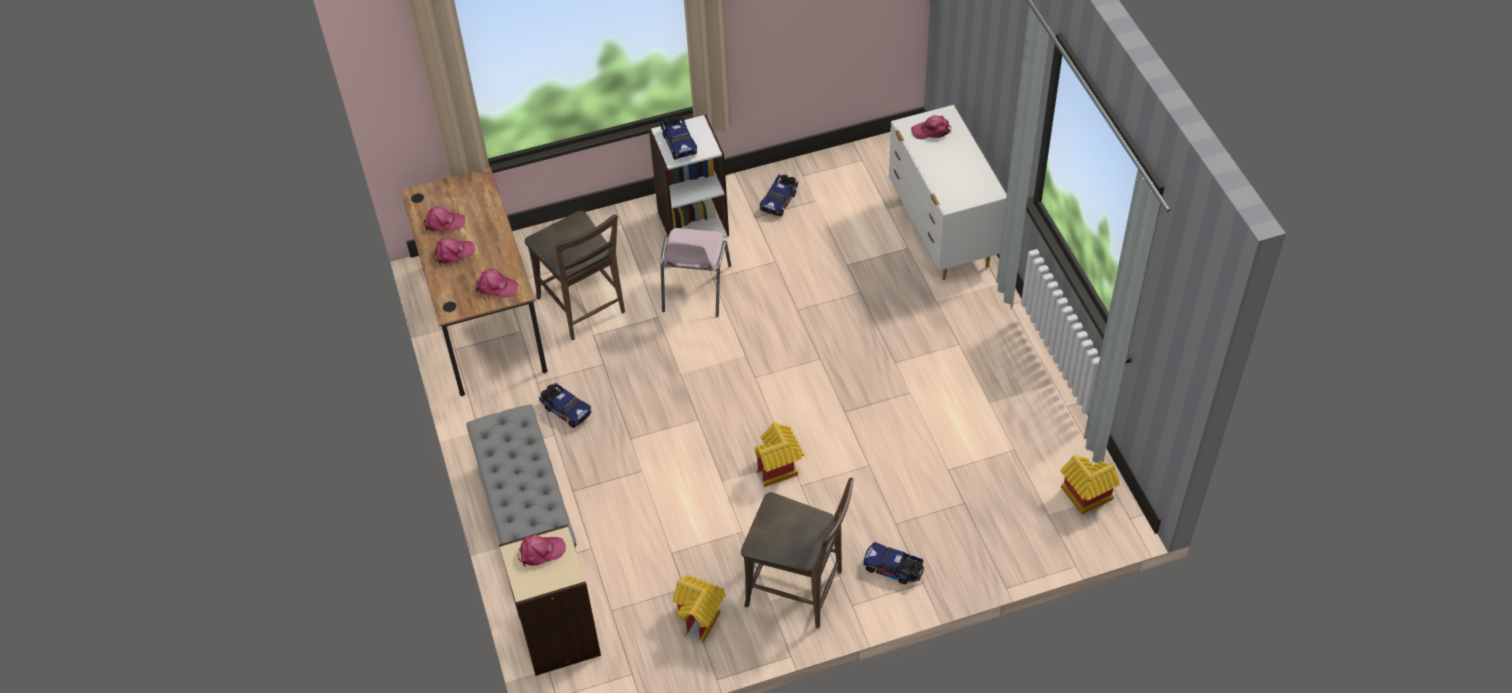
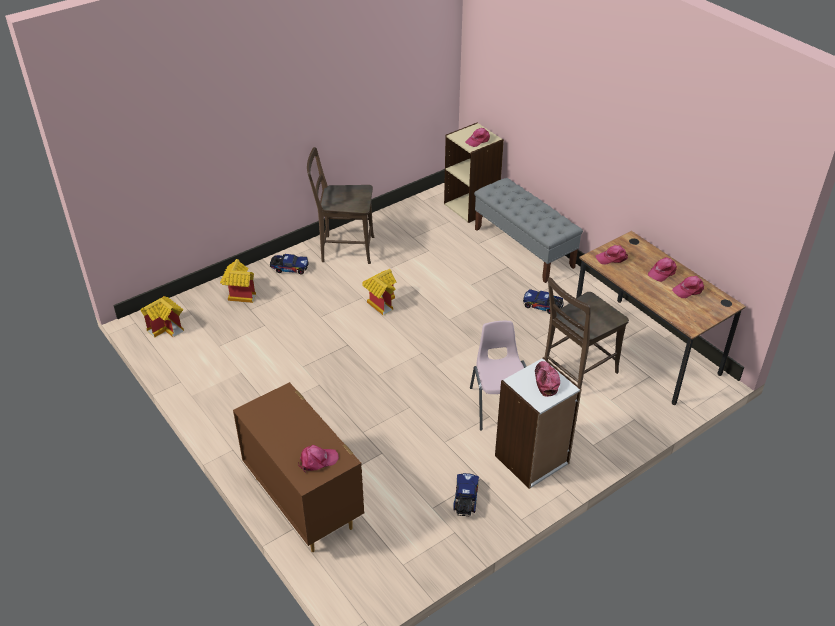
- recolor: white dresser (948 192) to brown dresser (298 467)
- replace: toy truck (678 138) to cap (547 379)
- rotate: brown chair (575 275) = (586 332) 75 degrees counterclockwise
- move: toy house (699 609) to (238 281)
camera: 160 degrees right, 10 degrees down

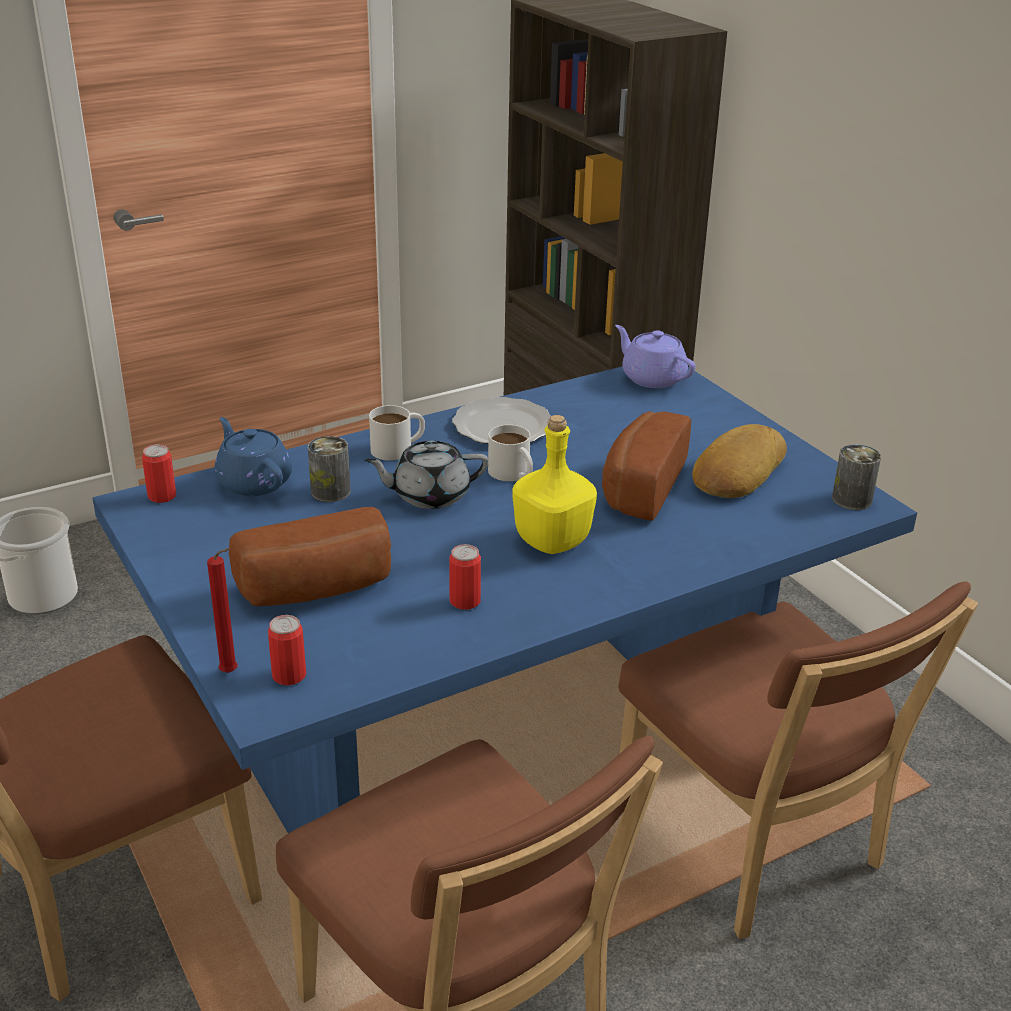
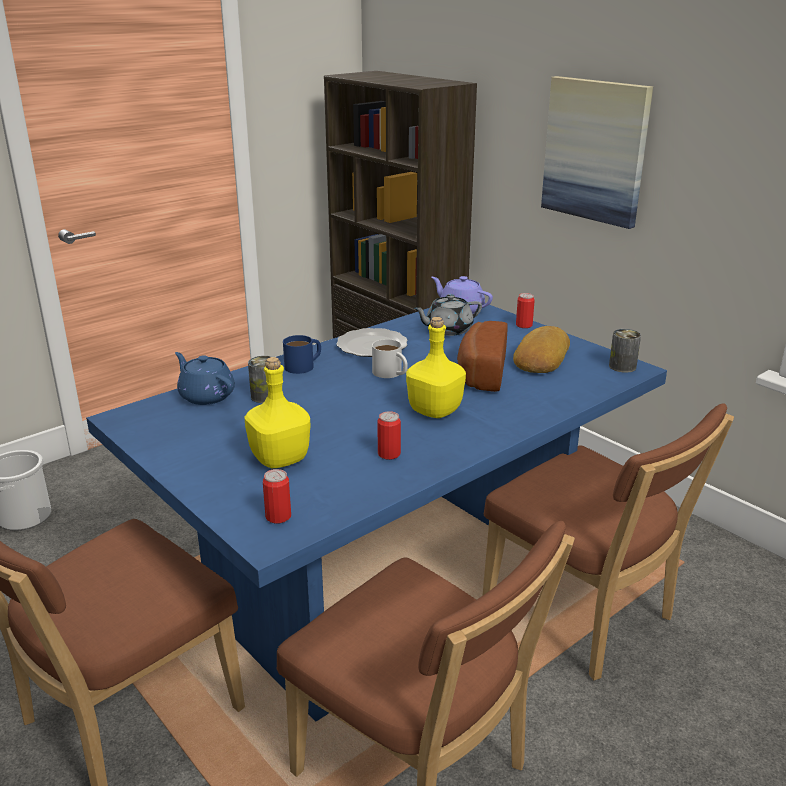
- recolor: white mug (397 433) to blue mug (302 354)
- move: grey teapot (427 475) to (447 315)
- move: can (159 473) to (525 310)
- replace: bread (310 556) to yellow bottle (277 412)
- delete: red candle (222 610)
- insert: picture (597 152)
camera: 10 degrees left, 5 degrees down

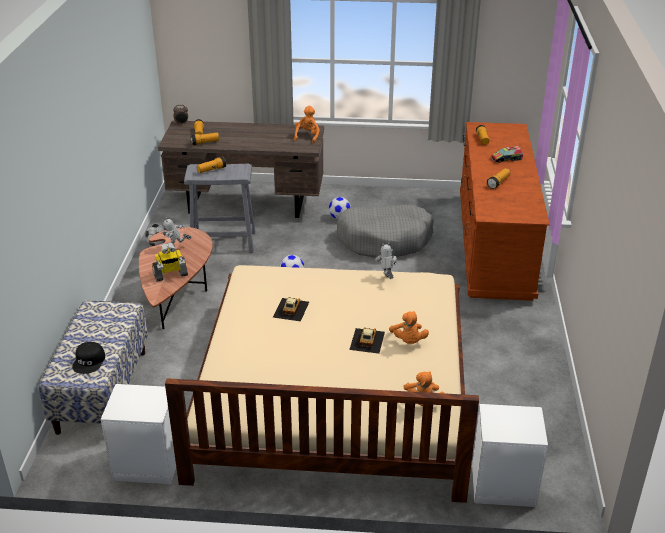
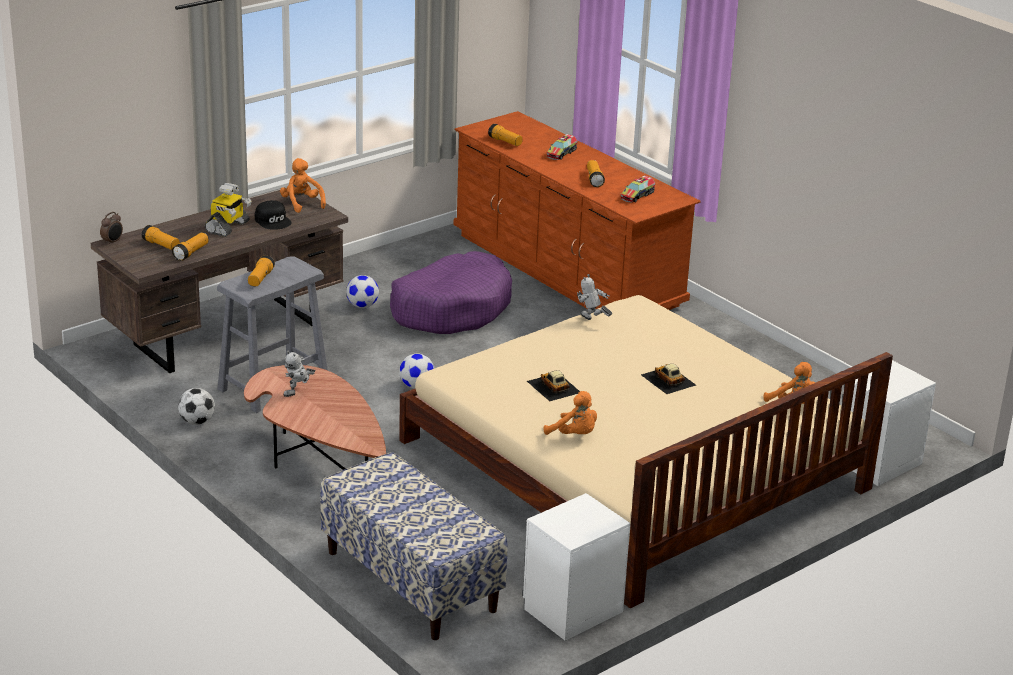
- recolor: grey dog bed (385 231) to purple dog bed (451 292)
- move: toy robot (170 262) to (228 210)
- move: orange plush toy (409 327) to (570 413)
- move: black cap (88 358) to (273 215)
- insert: toy truck (638 189)
camera: 45 degrees left, 5 degrees down

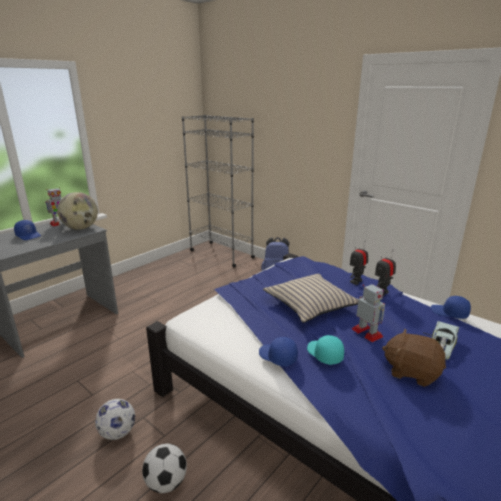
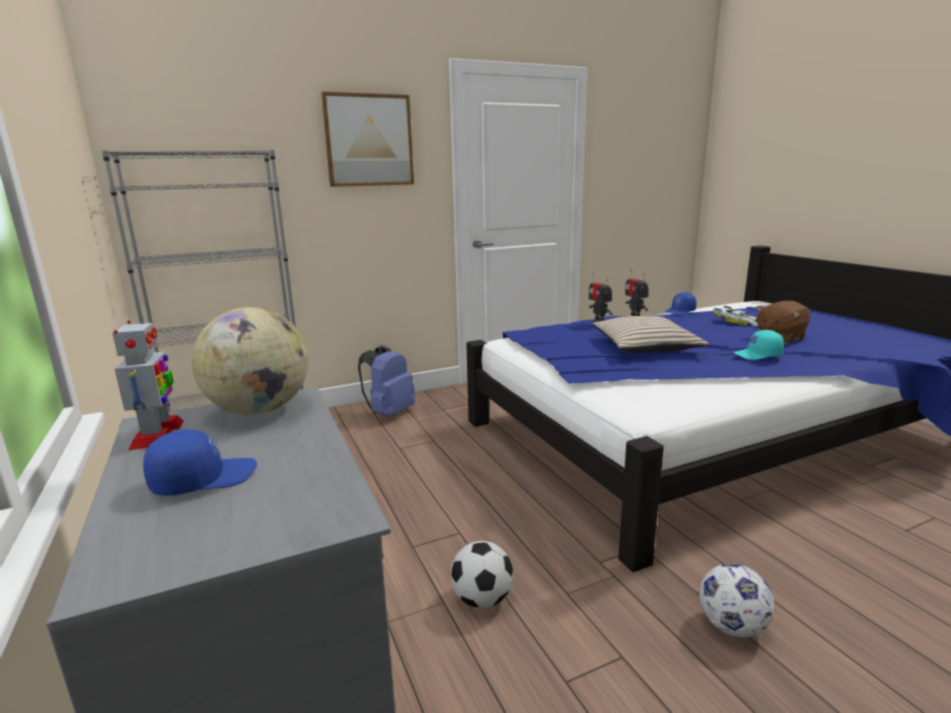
- delete: toy robot (368 313)
- delete: blue cap (278 351)
- move: football (164 468) to (482 574)
- insert: picture (367 139)
camera: 65 degrees left, 5 degrees down

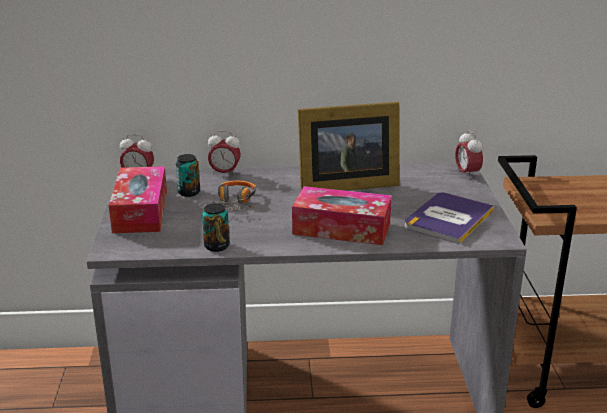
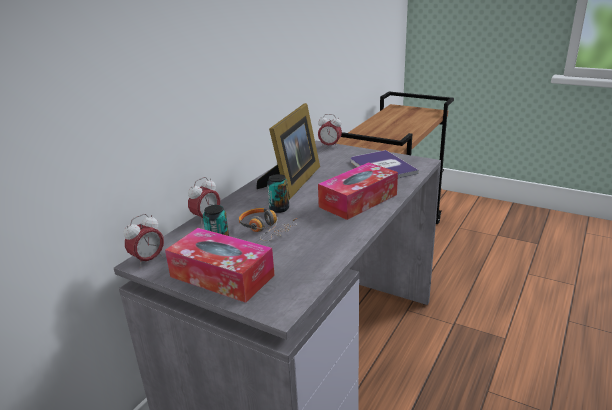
- move: can (215 227) to (278 193)
camera: 55 degrees left, 0 degrees up

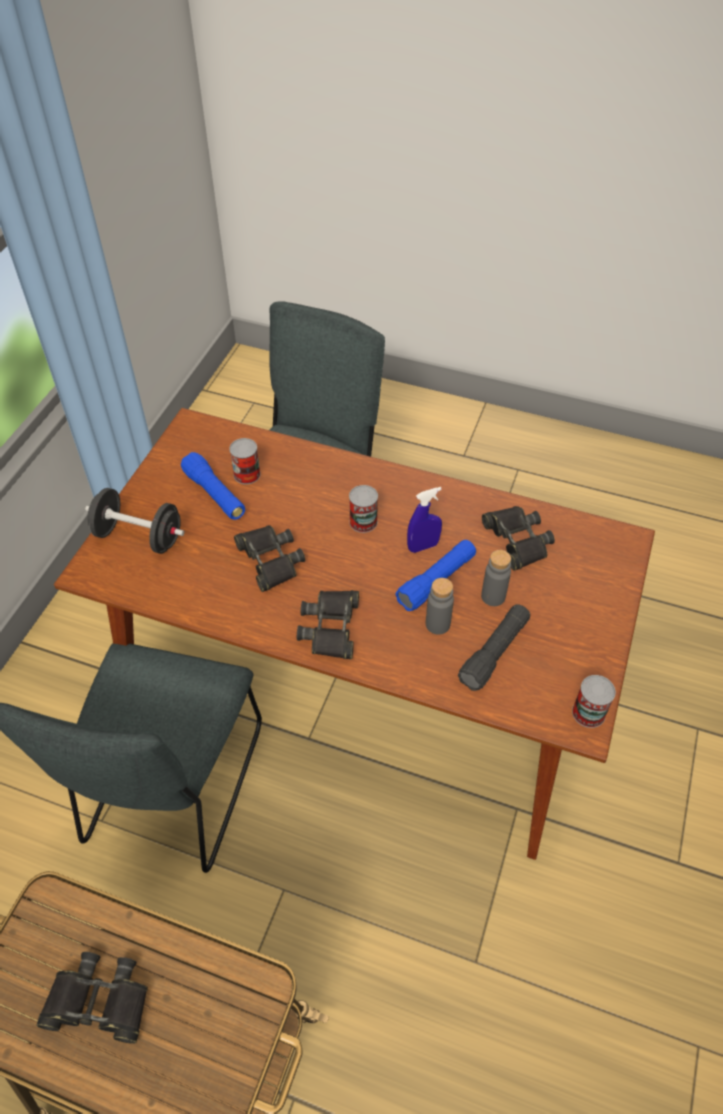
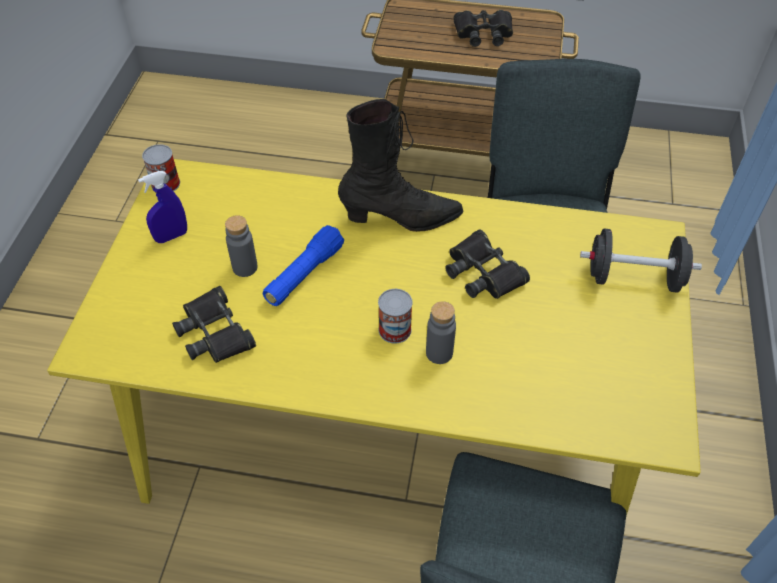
- recolor: brown dining table (354 634) to yellow dining table (374 337)
- delete: can (245 461)
- delete: blue flashlight (213 486)
- move: blue spray bottle (424 520) to (162 207)
- move: grey bottle (440 606) to (441 332)
- replace: black binoculars (328 624) to black boot (400 165)
- delete: black flashlight (494 647)
camera: 170 degrees right, 0 degrees up

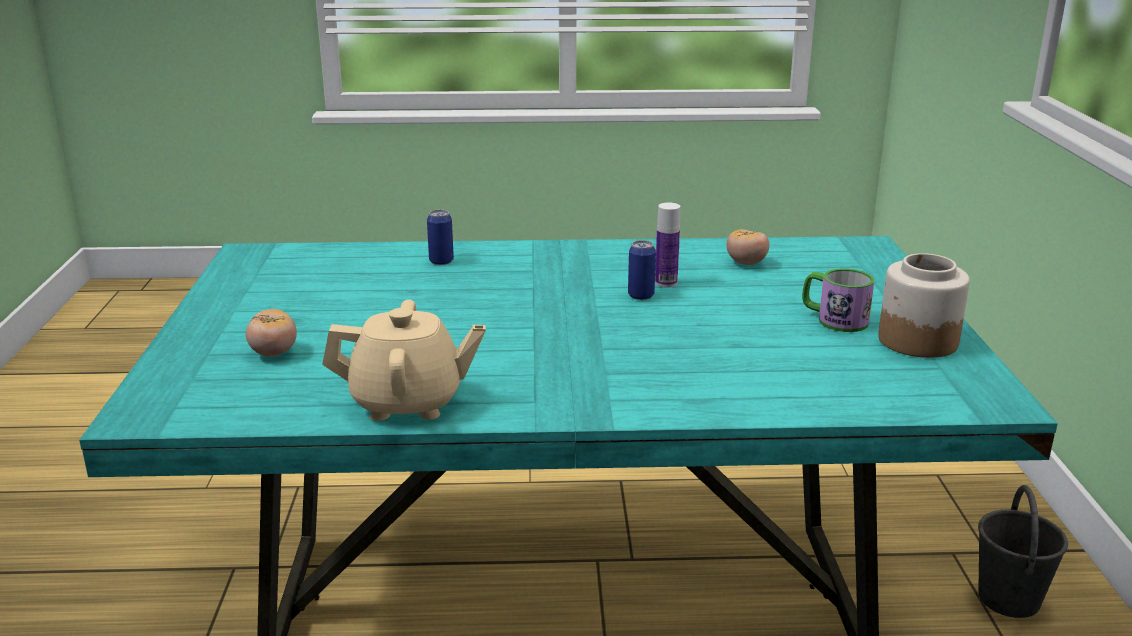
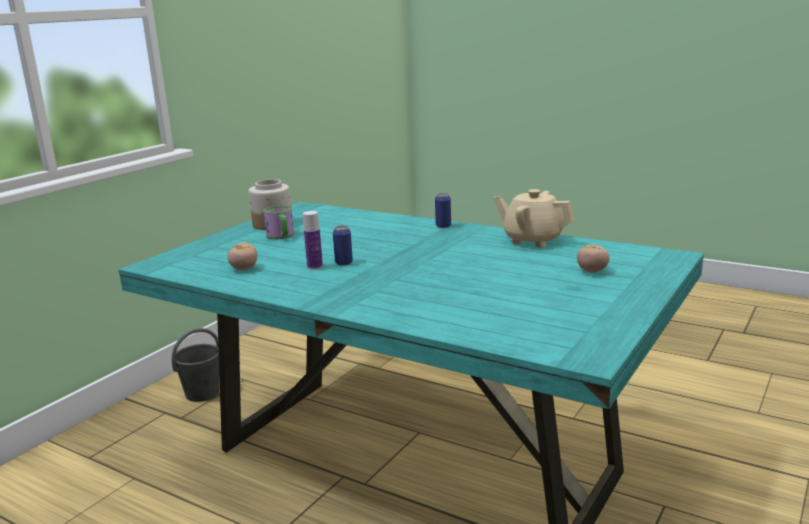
- move: can (440 237) to (443 210)
camera: 145 degrees left, 5 degrees down

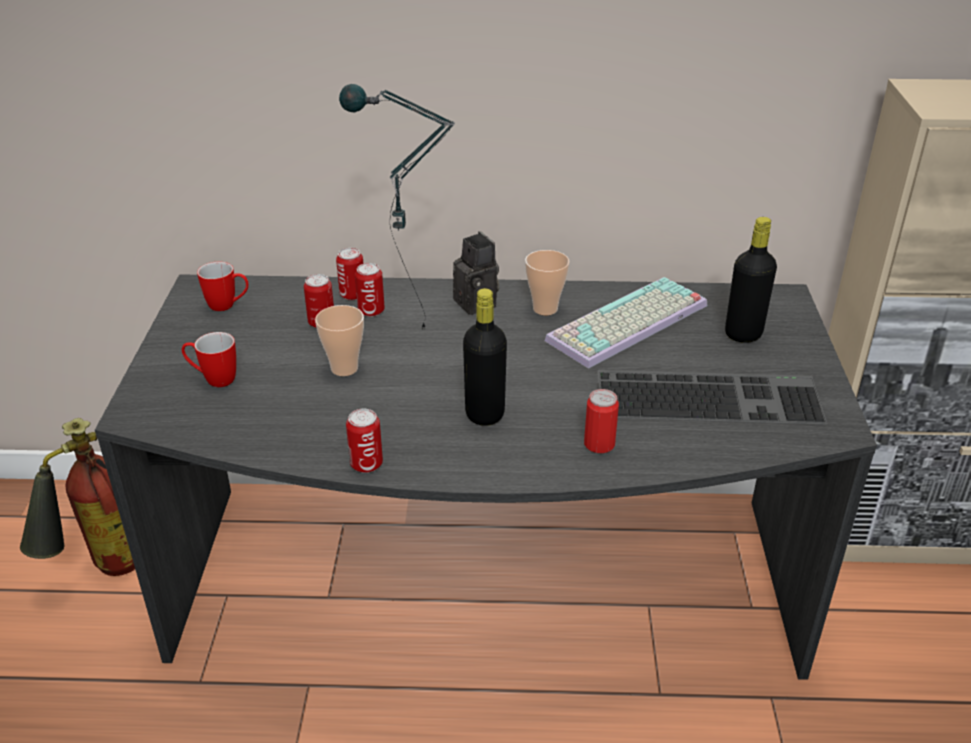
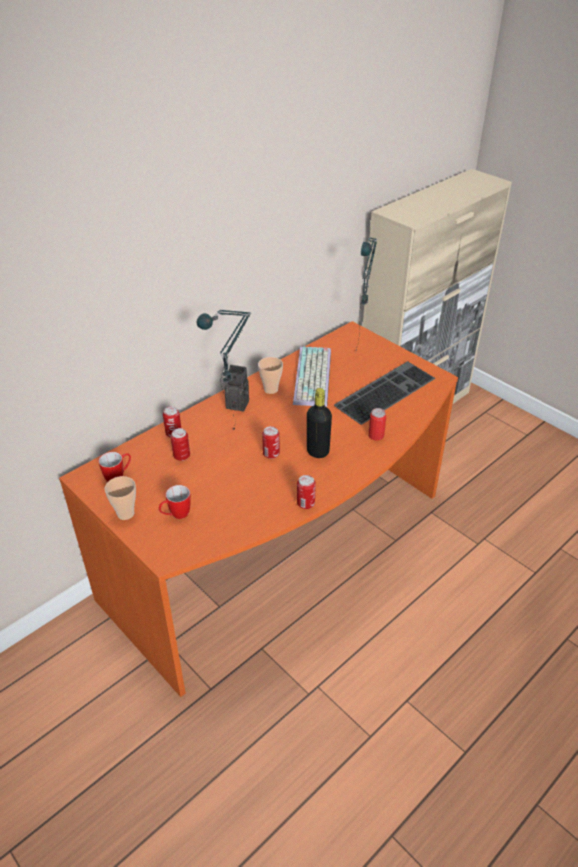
- replace: black bottle (751 280) to table lamp (366 294)
- move: can (370 290) to (271 442)
- recolor: grey desk (486 477) to orange desk (258 509)
- move: cup (339 340) to (120 498)
- delete: fire extinguisher (77 497)
camera: 45 degrees left, 5 degrees up

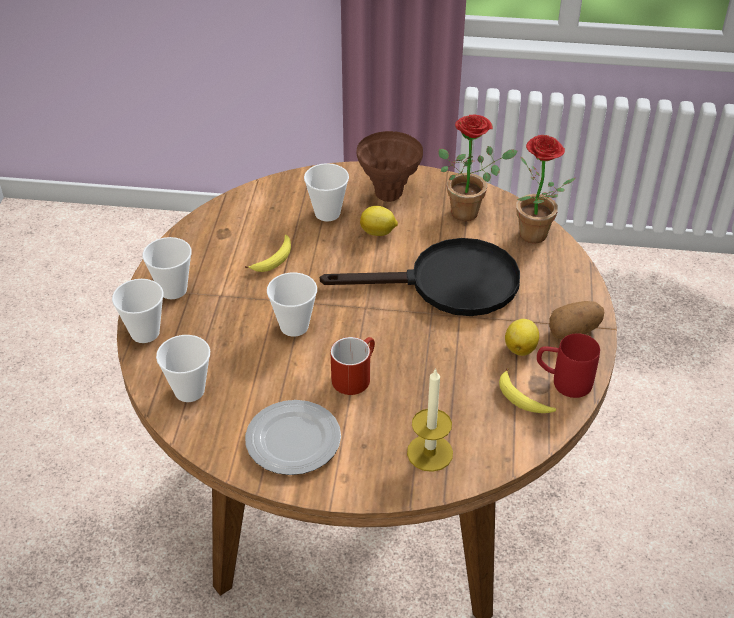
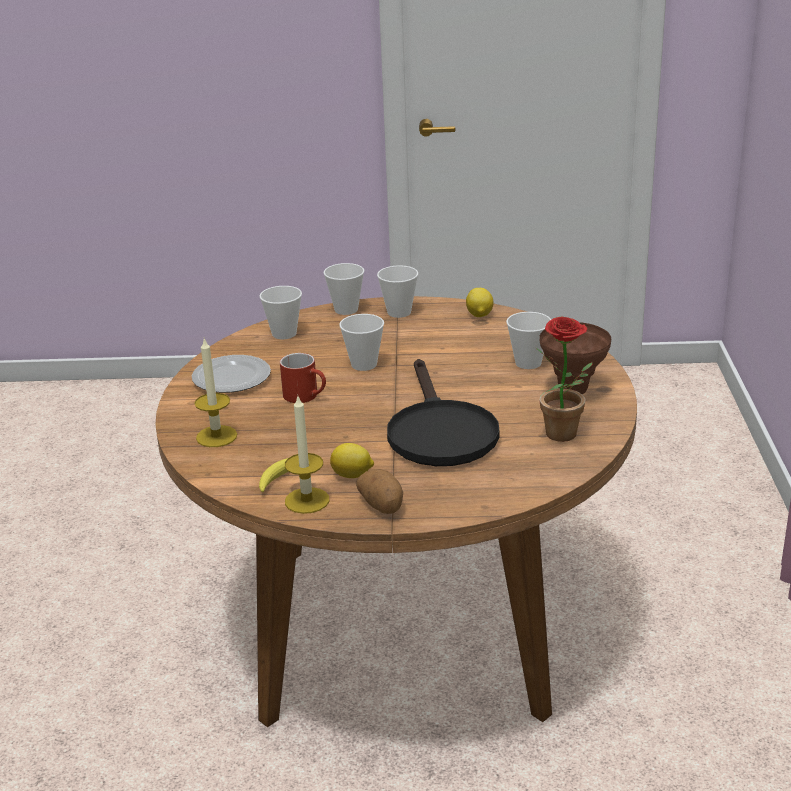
- delete: potted plant (545 189)
- move: lemon (379 221) to (479 302)
- delete: banana (268 253)
- replace: red mug (568 365) to candle (307 454)
camera: 85 degrees right, 15 degrees down

